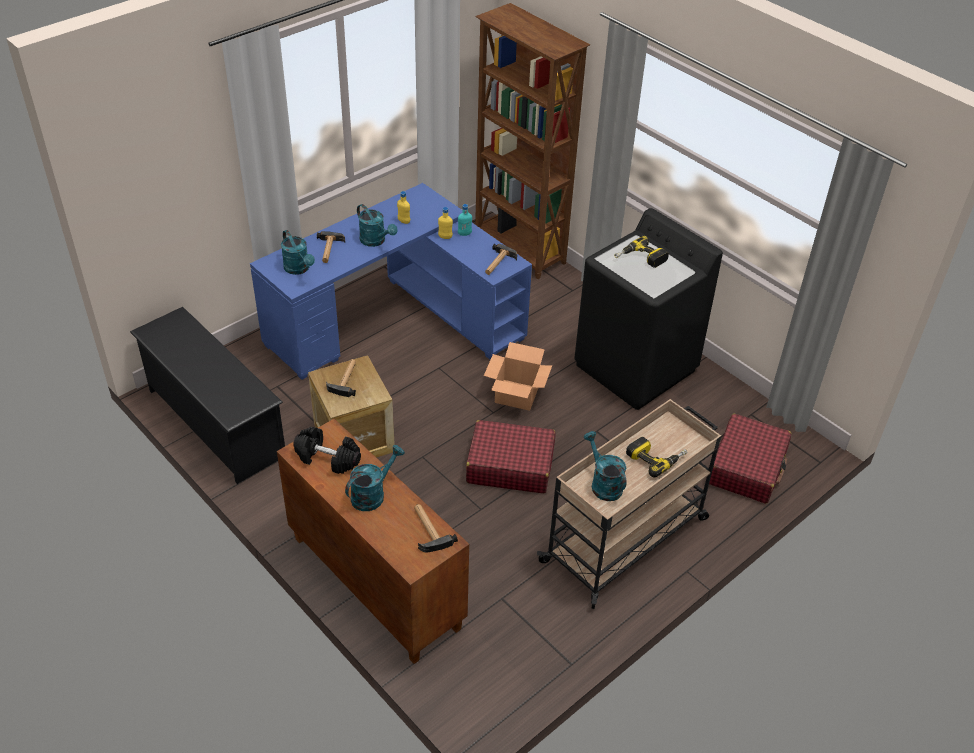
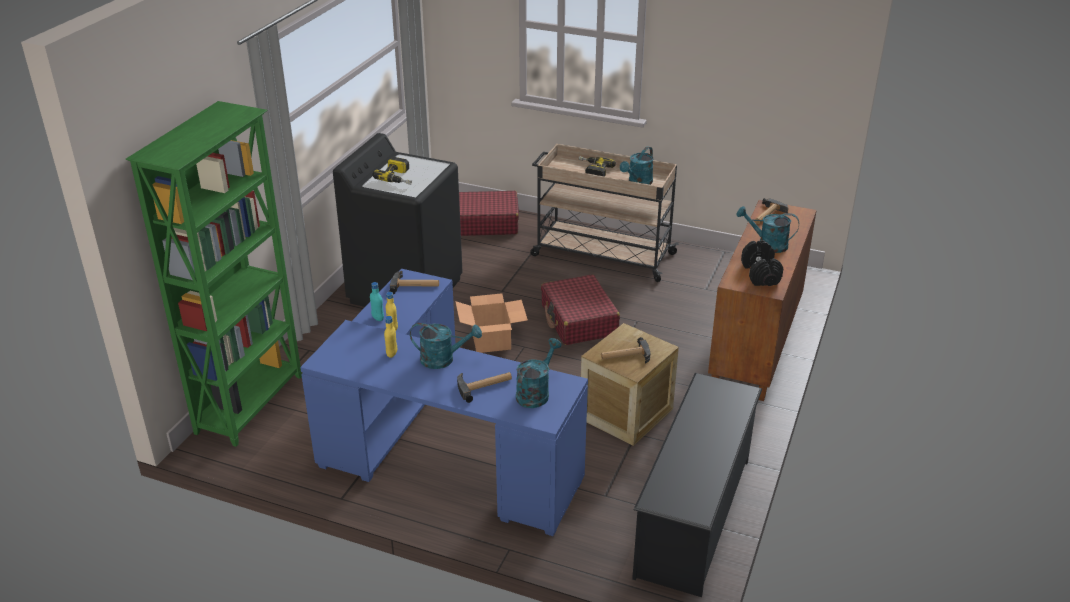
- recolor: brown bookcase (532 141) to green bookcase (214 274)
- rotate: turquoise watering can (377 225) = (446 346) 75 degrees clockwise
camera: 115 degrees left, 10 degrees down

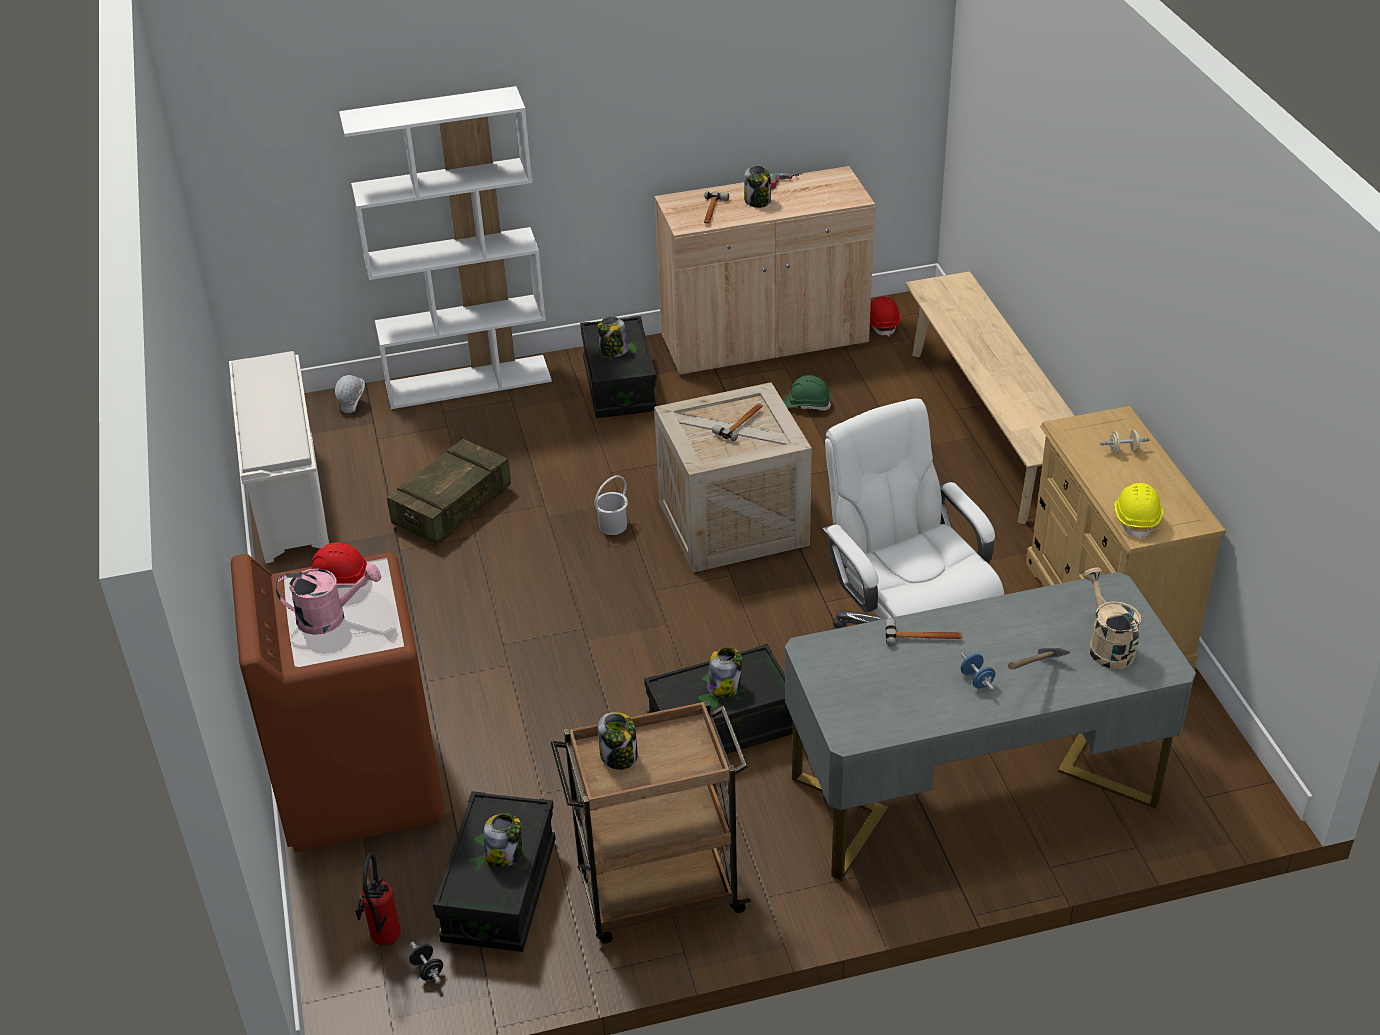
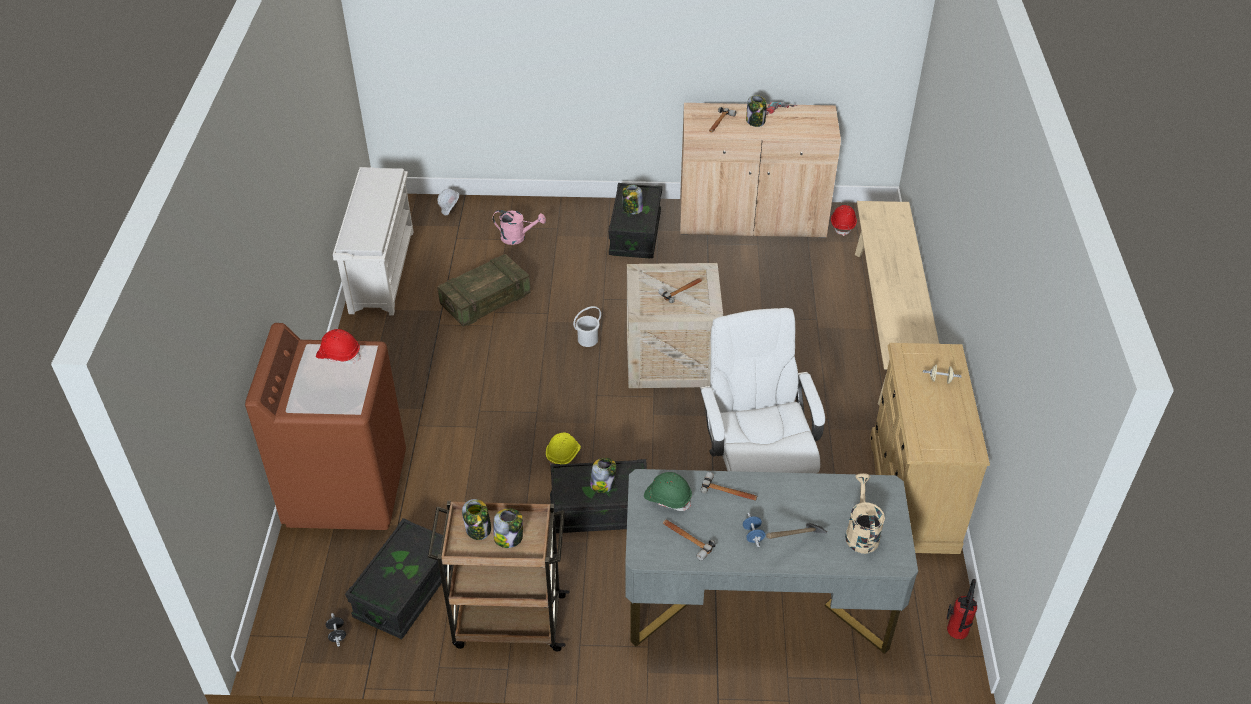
- delete: white bookcase (445 247)
- move: green hard hat (807 393) to (668 491)
- move: yellow hard hat (1138 511) to (563 449)
- move: pink watering can (328 599) to (519 227)
- move: jar (503 840) to (508 528)
- move: fire extinguisher (378 899) to (961 609)
- insert: hammer (689 540)
camera: 15 degrees right, 5 degrees up

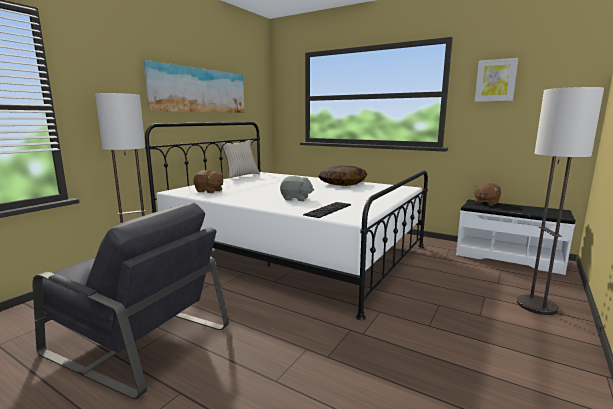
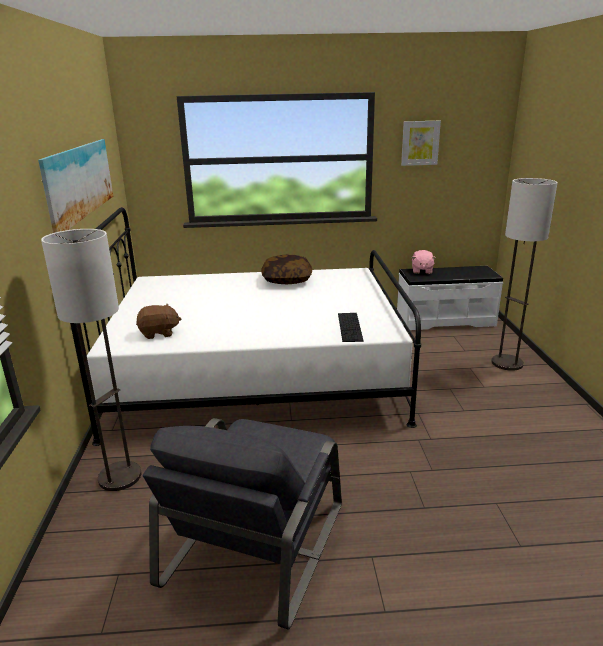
- delete: beige pillow (240 159)
- delete: grey plush toy (297 188)
- recolor: brown plush toy (487 194) to pink plush toy (424 262)
- rotate: grey armchair (130 301) = (242 524) 120 degrees clockwise
camera: 35 degrees left, 10 degrees up

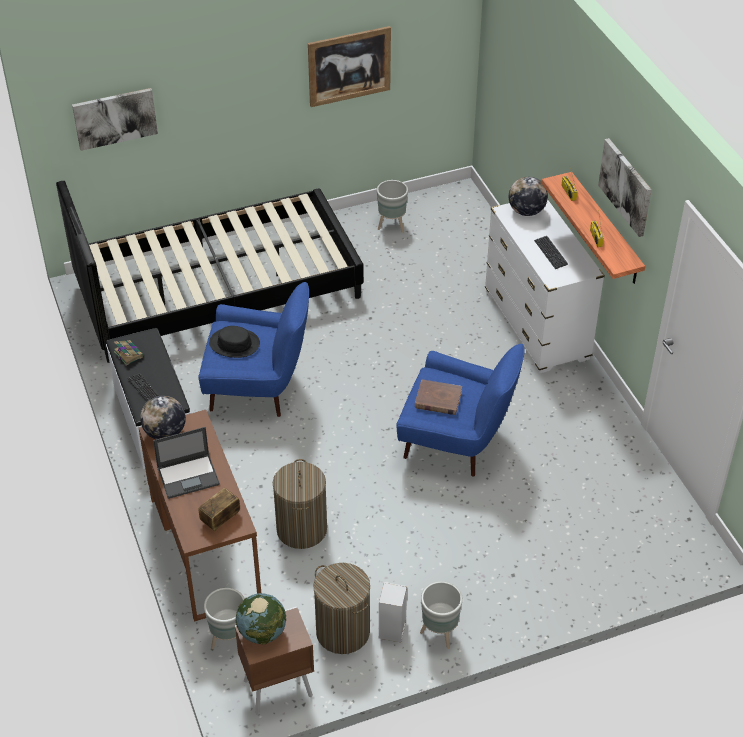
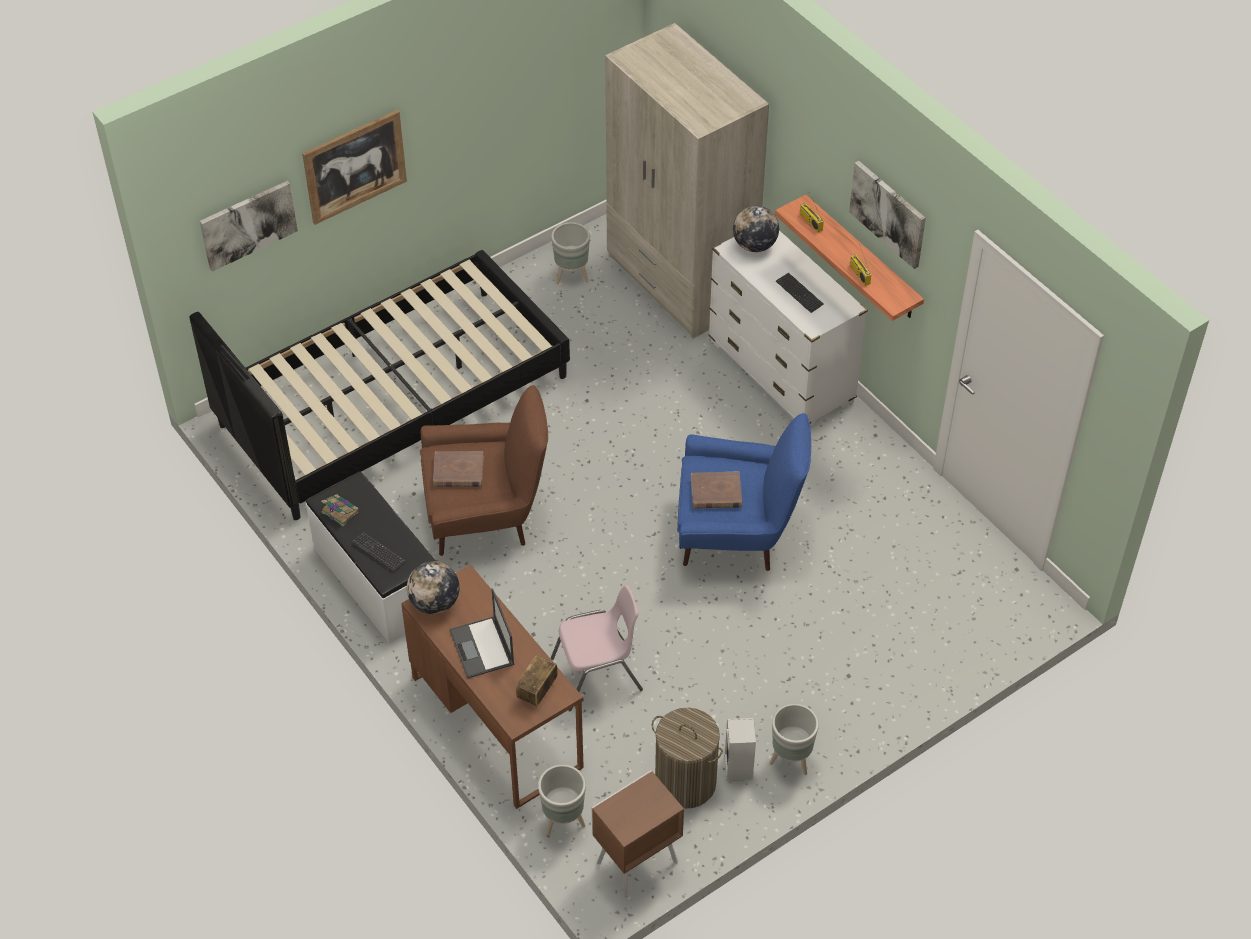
- move: picture (349 66) to (354 167)
- recolor: blue armchair (253 349) to brown armchair (484 470)
- replace: black hat (234 342) to brown book (458 469)
- rotate: laptop (186 463) = (482 633) 105 degrees clockwise
- replace: laundry basket (300 504) to pink chair (597 648)
- delete: globe (261 618)
- insert: beige wardrobe (687 181)
camera: 15 degrees left, 5 degrees up

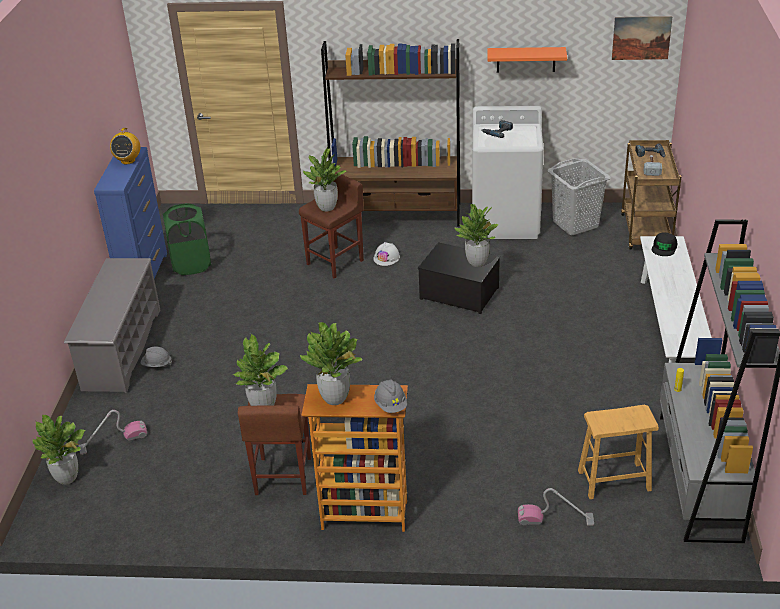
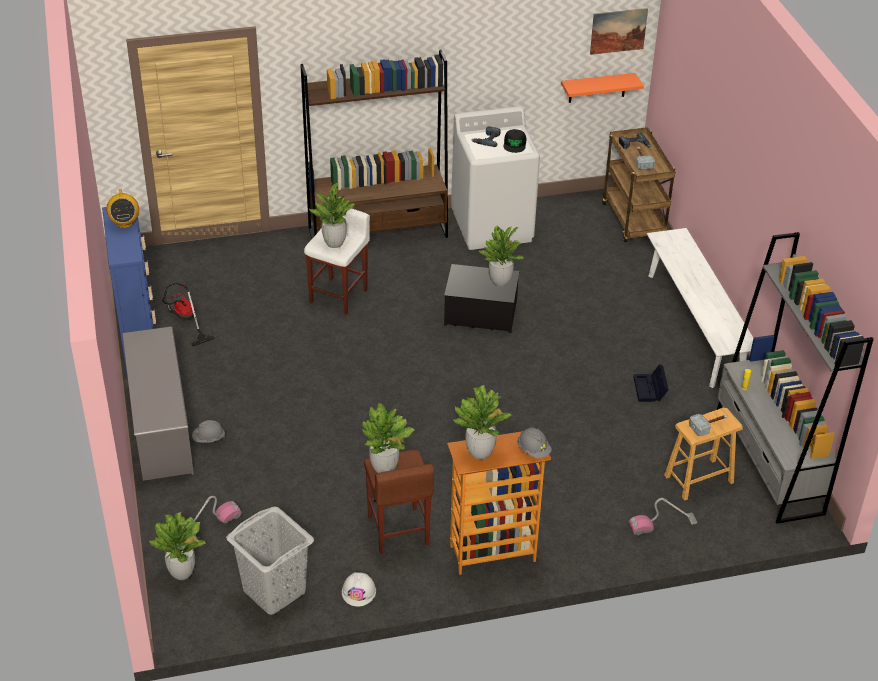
- move: orange shelf (527 60) to (602 88)
- move: grey laundry basket (579 196) to (270 560)
- recolor: brown stool (331 225) to white stool (337 261)
- replace: green laundry basket (187 239) to vacuum cleaner (188 314)
- move: black cap (665 244) to (515 141)
- move: white hard hat (386 254) to (359 589)
- insert: black storage box (651 383)
- insert: hammer (708 425)
camera: 20 degrees left, 5 degrees up

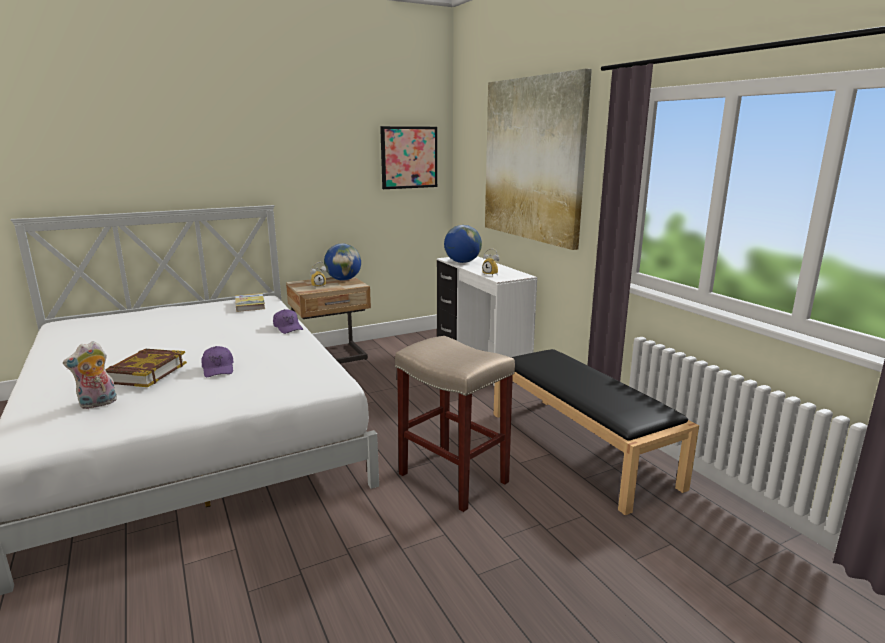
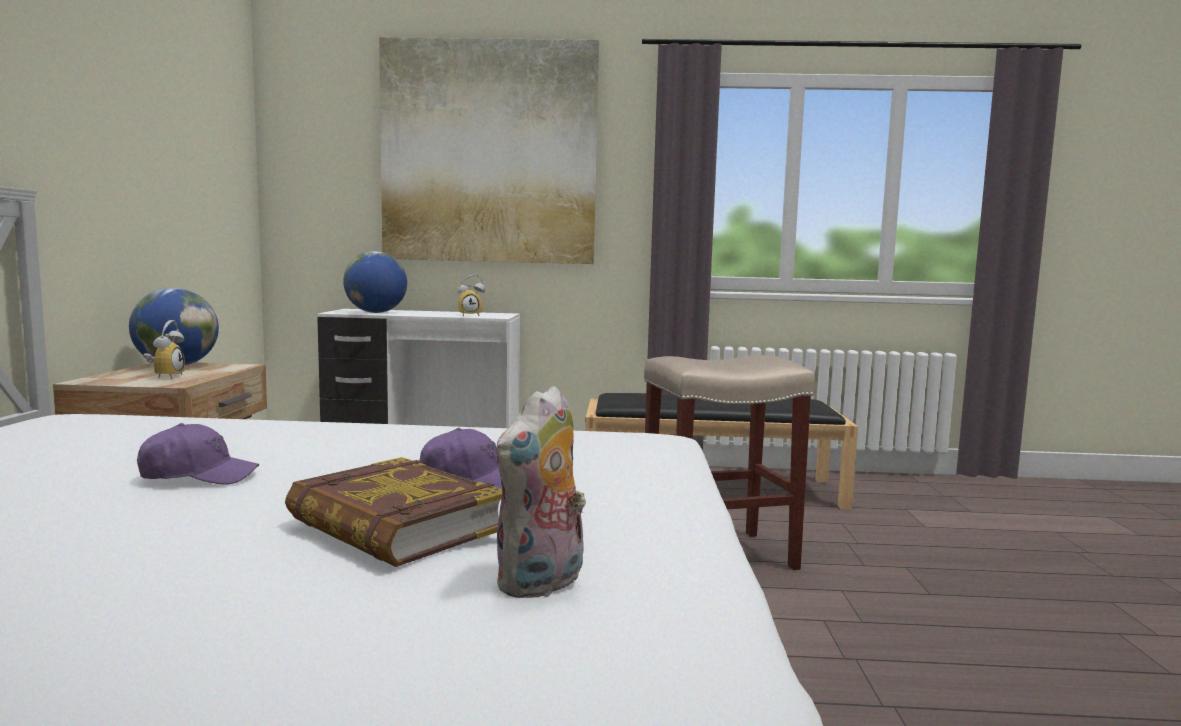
- delete: picture (408 157)
- delete: book (250 302)
- move: purple cap (288 321) to (198 453)
- rotate: plush toy (90 375) = (541 492) 45 degrees clockwise
camera: 60 degrees left, 10 degrees down

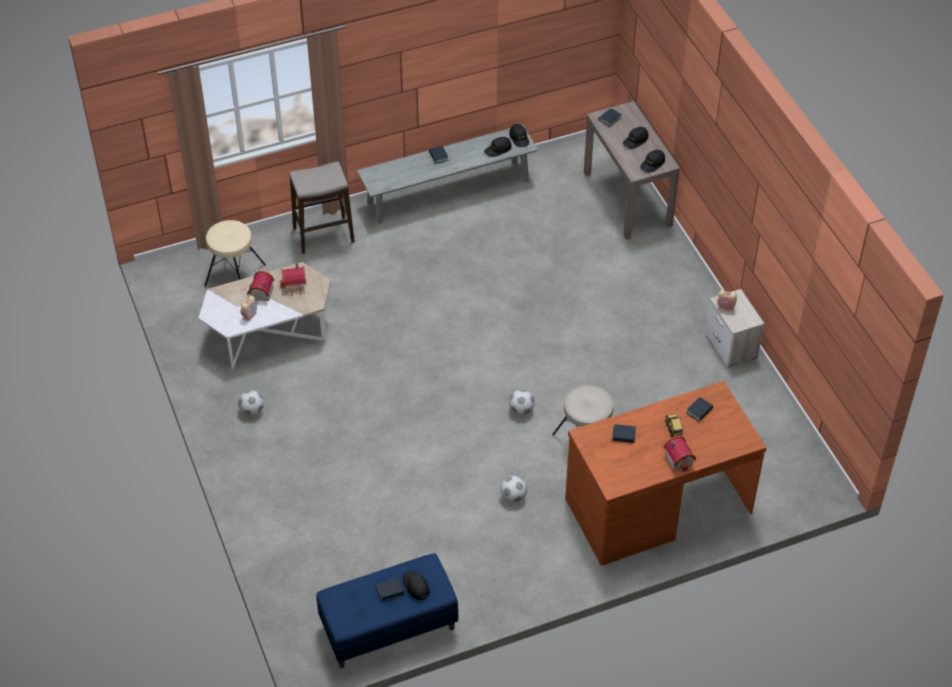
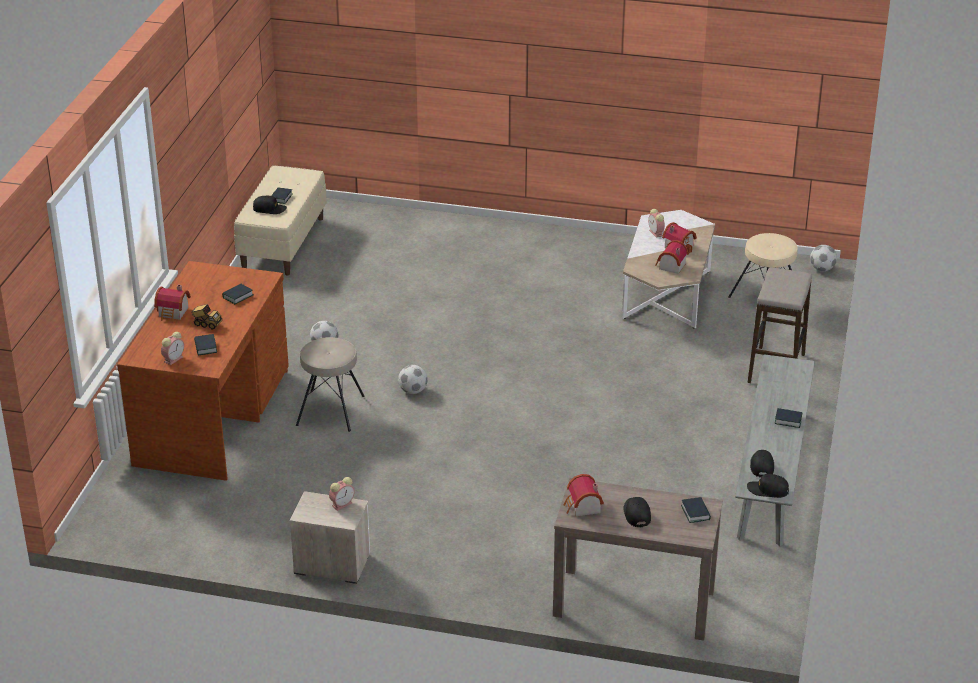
- replace: black cap (652 161) to toy house (583 495)
- move: football (251 403) to (823 258)
- recolor: blue bench (387 610) to beige bench (280 220)
- insert: alarm clock (172 348)
camera: 125 degrees right, 15 degrees down

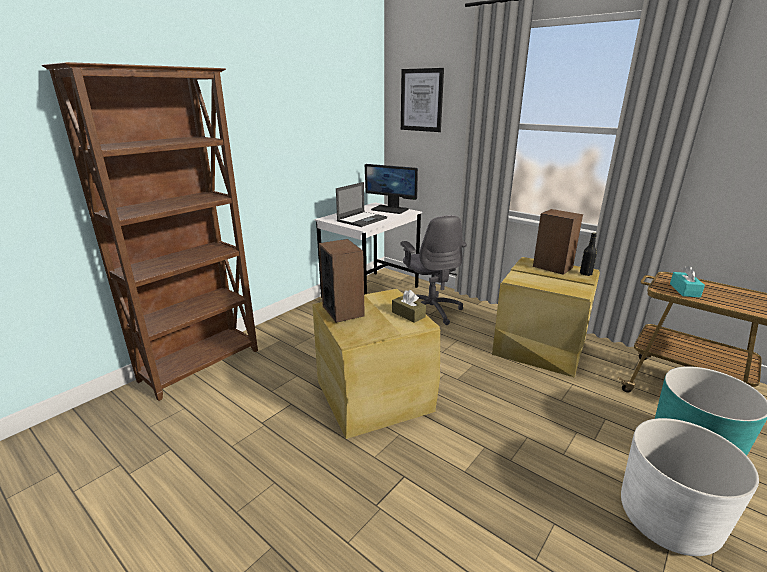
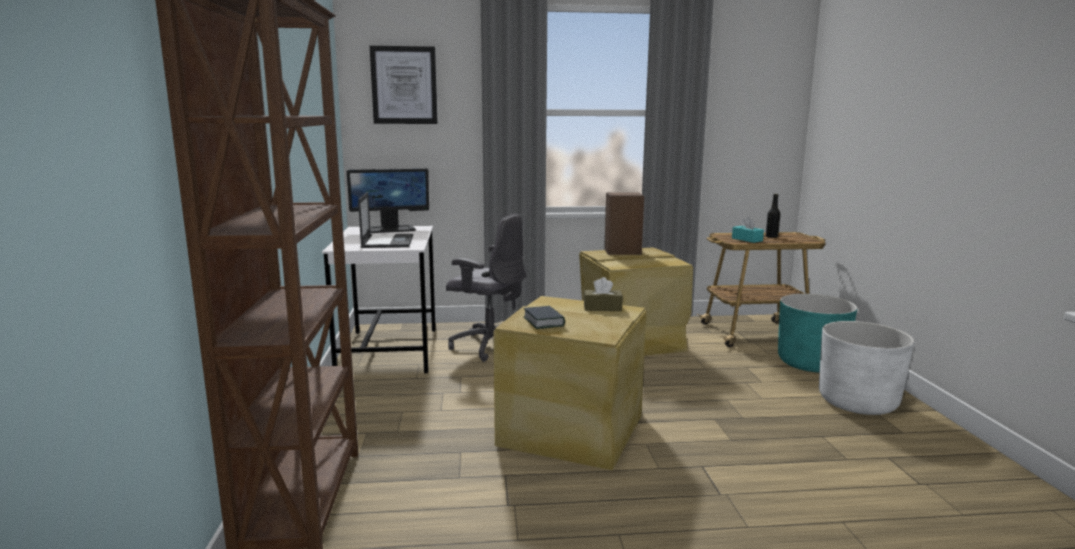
- move: black bottle (588 254) to (773 216)
- replace: speaker (342 281) to book (544 317)
camera: 45 degrees left, 10 degrees down

